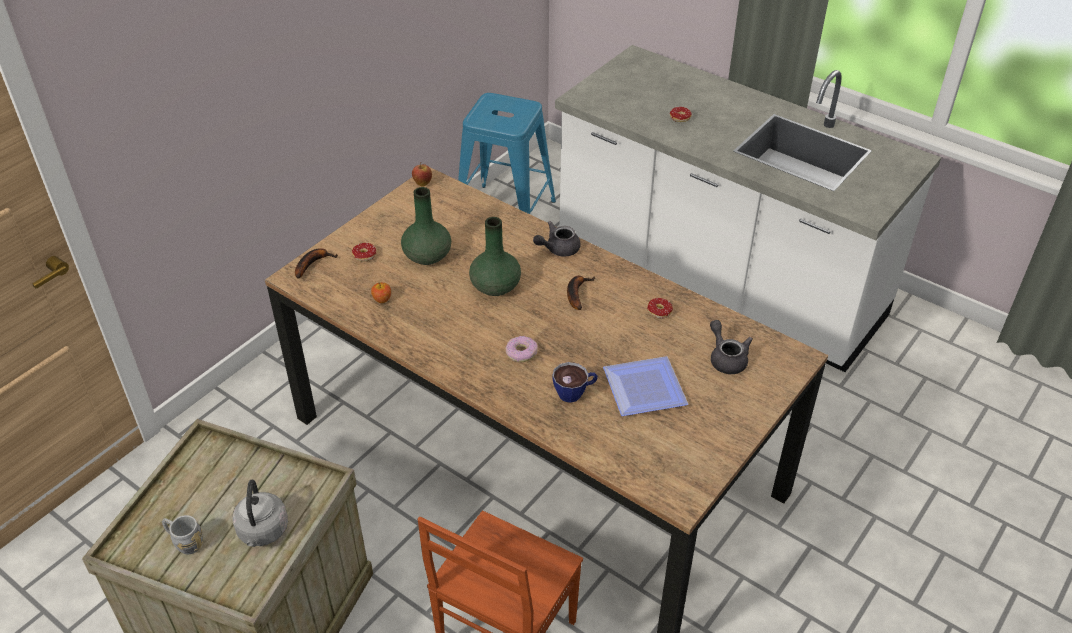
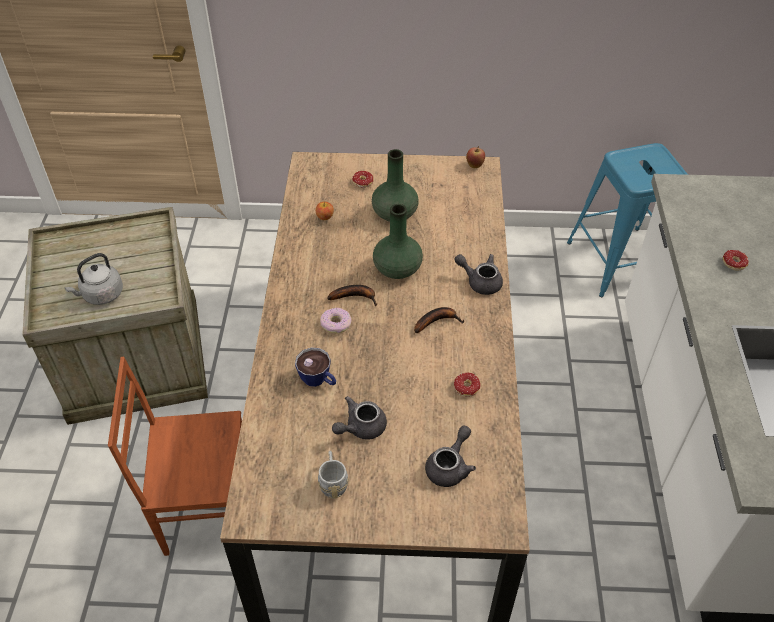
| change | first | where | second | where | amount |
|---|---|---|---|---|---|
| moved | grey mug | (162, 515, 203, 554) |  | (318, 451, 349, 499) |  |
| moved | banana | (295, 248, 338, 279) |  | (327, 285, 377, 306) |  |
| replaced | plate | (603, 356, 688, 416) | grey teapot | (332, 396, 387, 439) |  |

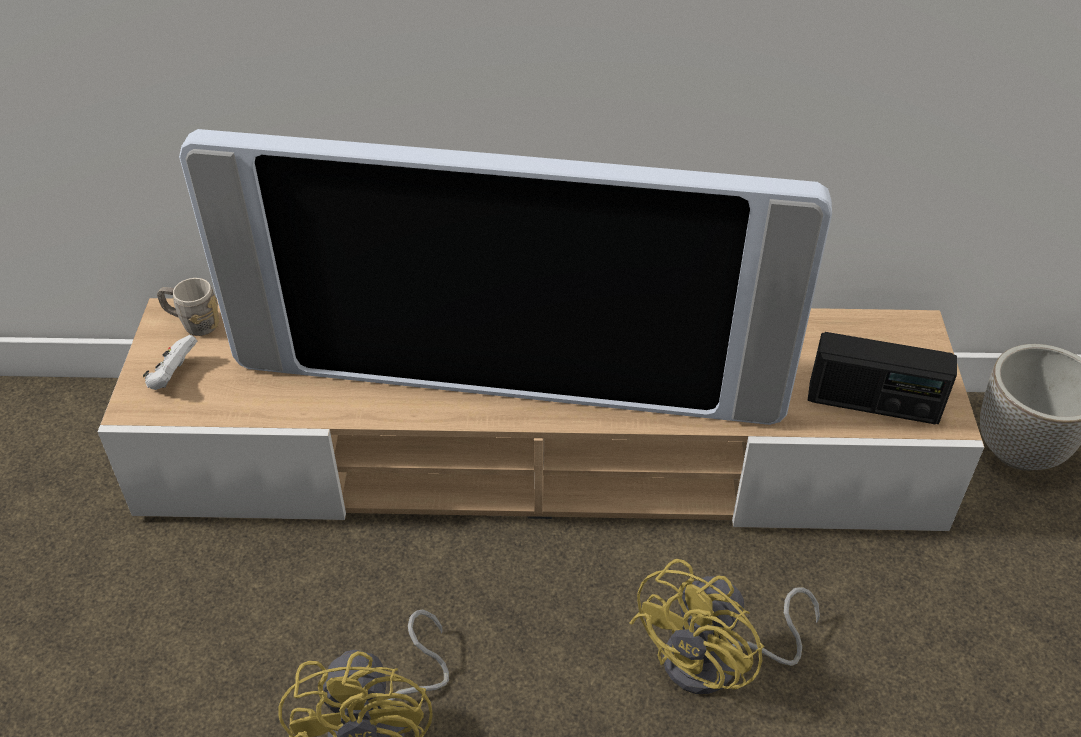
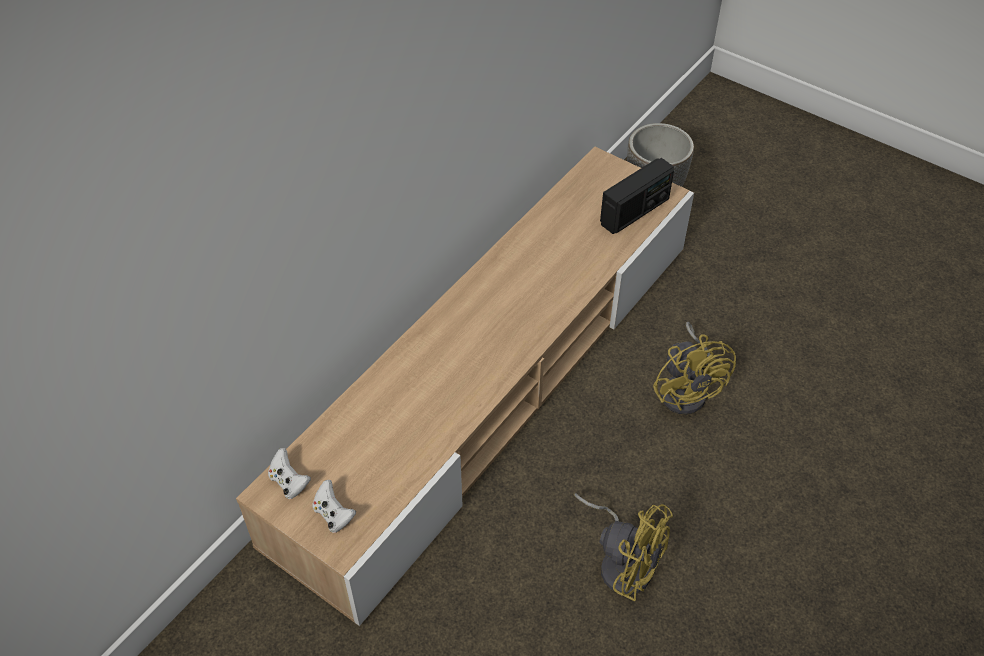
| change | first | where | second | where | amount |
|---|---|---|---|---|---|
| replaced | grey mug | (157, 278, 219, 336) | white game controller | (268, 448, 311, 499) |  |
| removed | television | (179, 129, 832, 425) |  |  |  |

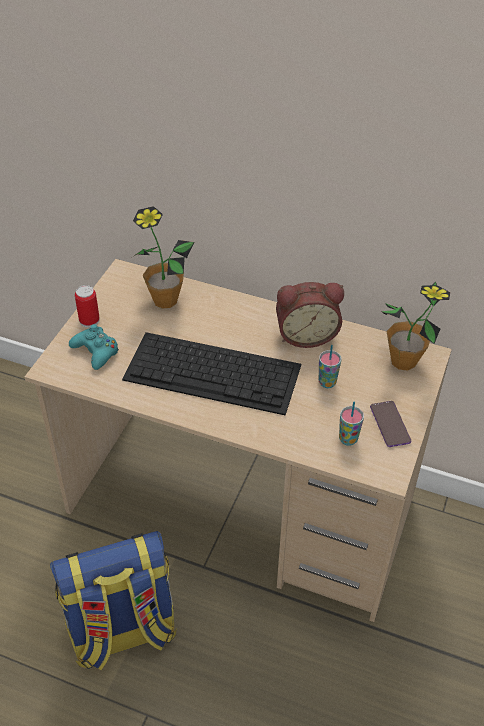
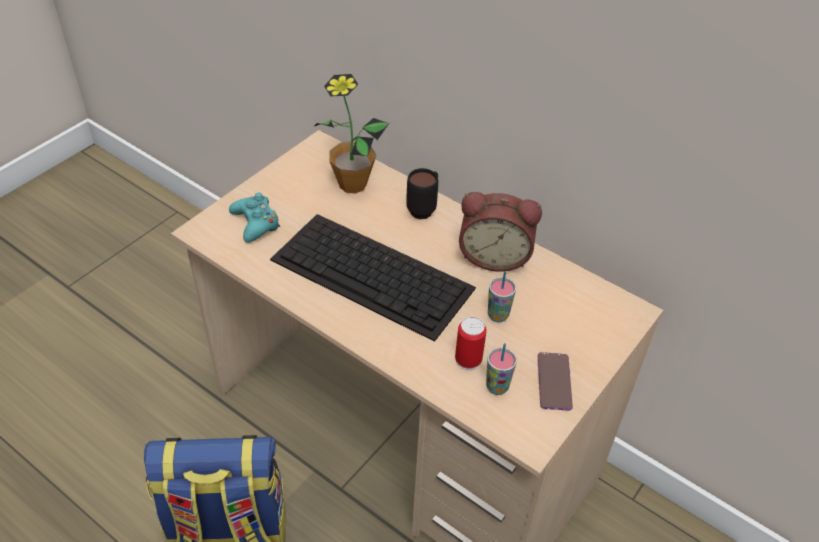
| change | first | where | second | where | amount |
|---|---|---|---|---|---|
| added |  |  | black mug | (406, 168, 438, 219) |  |
| moved | can | (75, 285, 100, 328) |  | (455, 317, 487, 370) |  |
| removed | potted plant | (381, 282, 450, 371) |  |  |  |

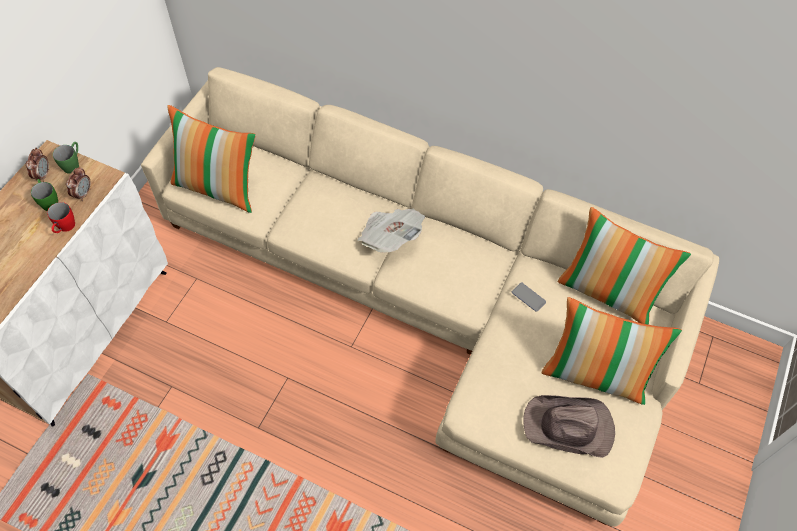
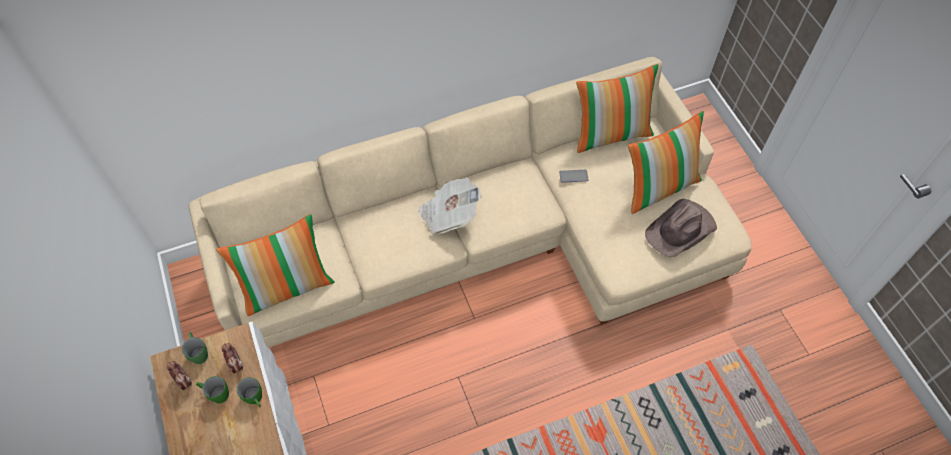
| change | first | where | second | where | amount |
|---|---|---|---|---|---|
| recoloured | red mug | (47, 202, 75, 233) | green mug | (237, 377, 262, 407) |  |

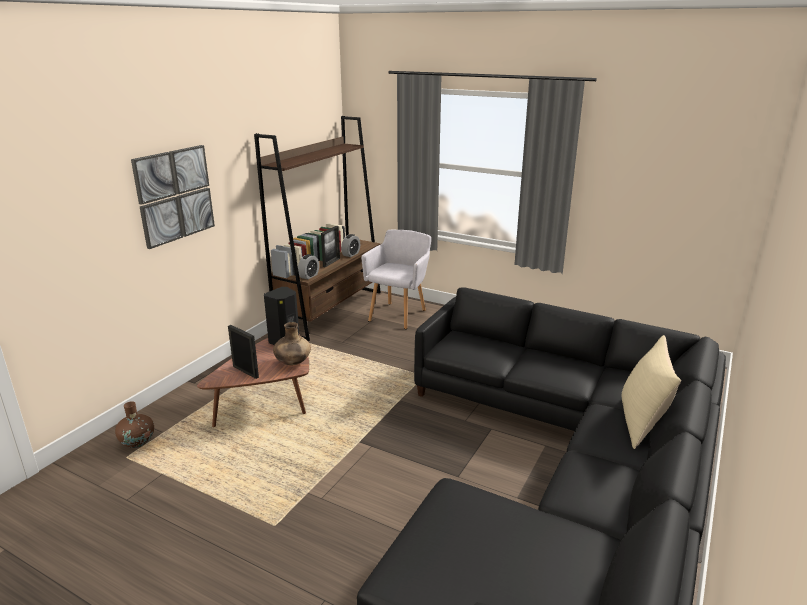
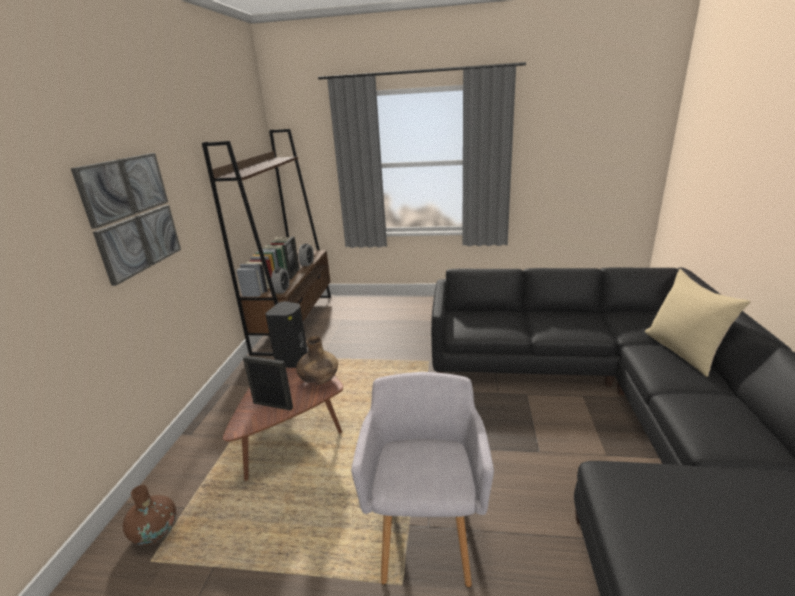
| change | first | where | second | where | amount |
|---|---|---|---|---|---|
| moved | grey armchair | (361, 230, 431, 329) |  | (351, 372, 494, 588) |  |

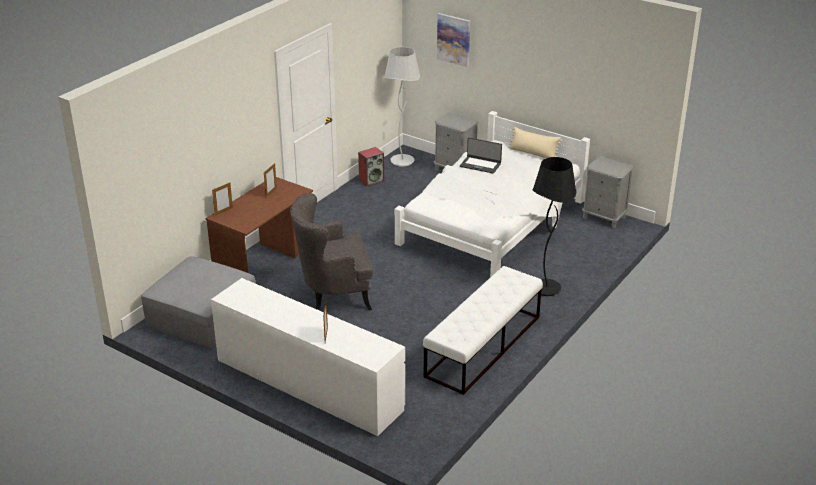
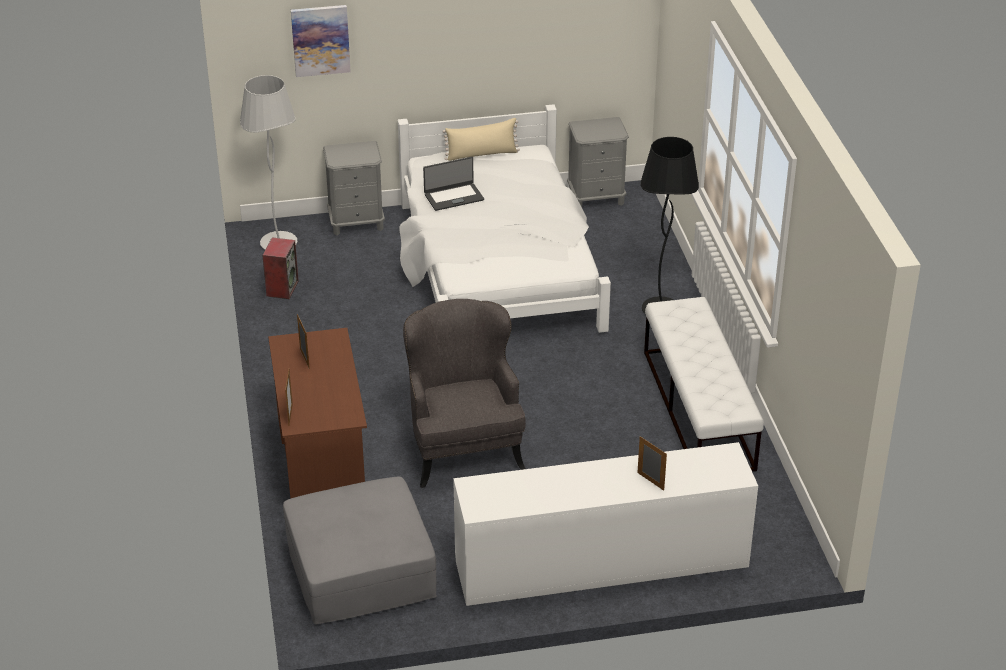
| change | first | where | second | where | amount |
|---|---|---|---|---|---|
| turned | grey armchair | (290, 193, 373, 310) |  | (403, 299, 526, 488) | 135 degrees clockwise |

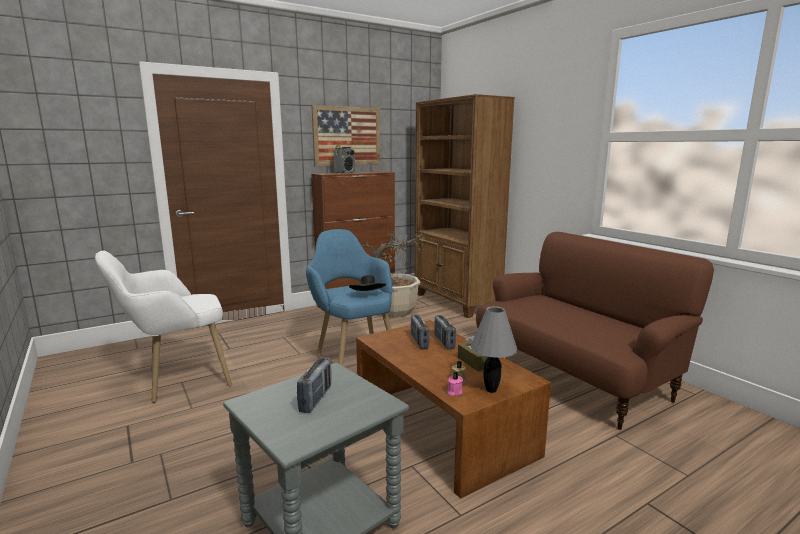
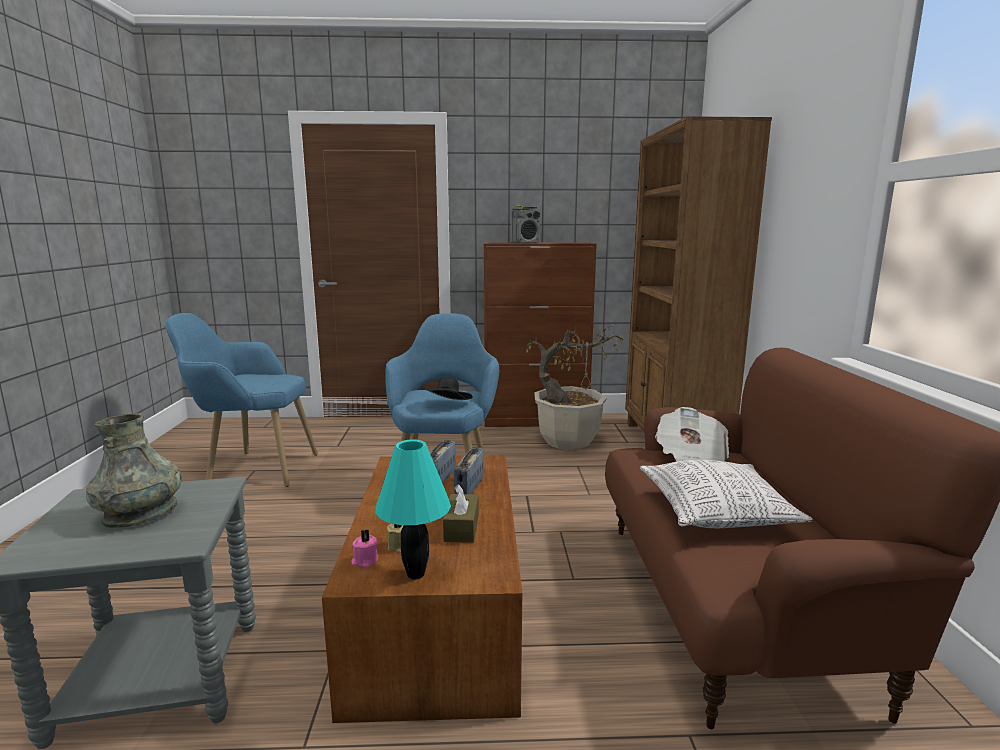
| change | first | where | second | where | amount |
|---|---|---|---|---|---|
| replaced | radio | (297, 357, 332, 413) | grey vase | (86, 413, 182, 528) |  |
| recoloured | white armchair | (95, 251, 232, 403) | blue armchair | (165, 313, 318, 487) |  |
| recoloured | grey table lamp | (470, 306, 517, 393) | turquoise table lamp | (375, 439, 451, 579) |  |
| added |  |  | pillow | (640, 460, 813, 528) |  |
| added |  |  | newspaper | (655, 407, 729, 462) |  |
| removed | picture | (311, 105, 380, 166) |  |  |  |

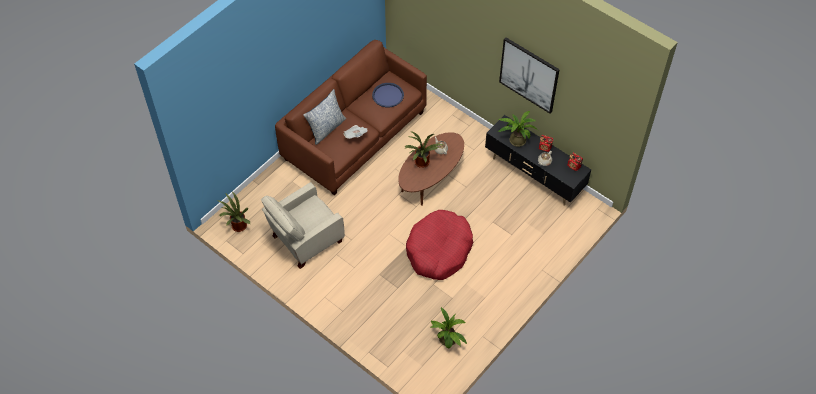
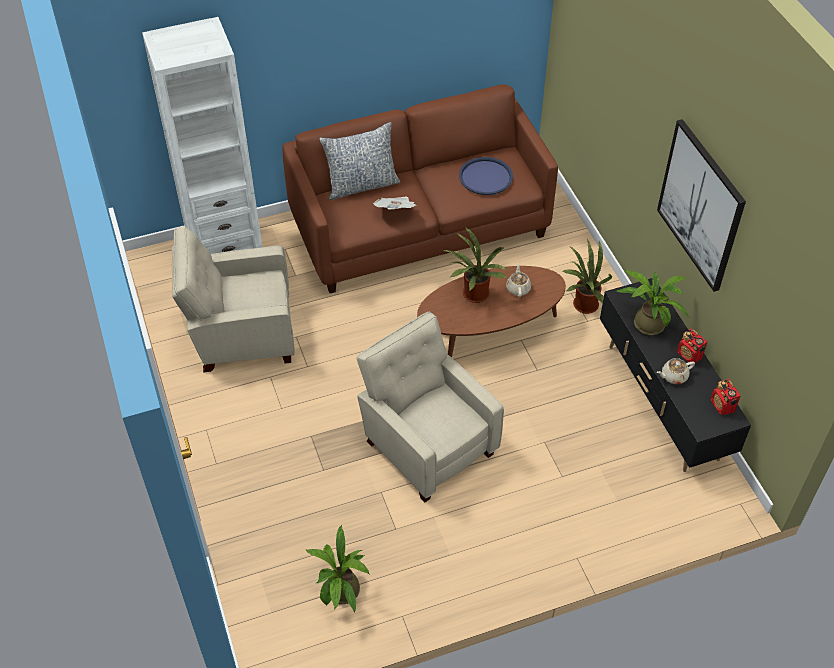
| change | first | where | second | where | amount |
|---|---|---|---|---|---|
| added |  |  | white bookcase | (142, 17, 262, 254) |  |
| replaced | red dog bed | (406, 210, 473, 280) | beige armchair | (357, 312, 504, 503) |  |
| moved | potted plant | (216, 191, 251, 232) |  | (562, 239, 612, 314) |  |

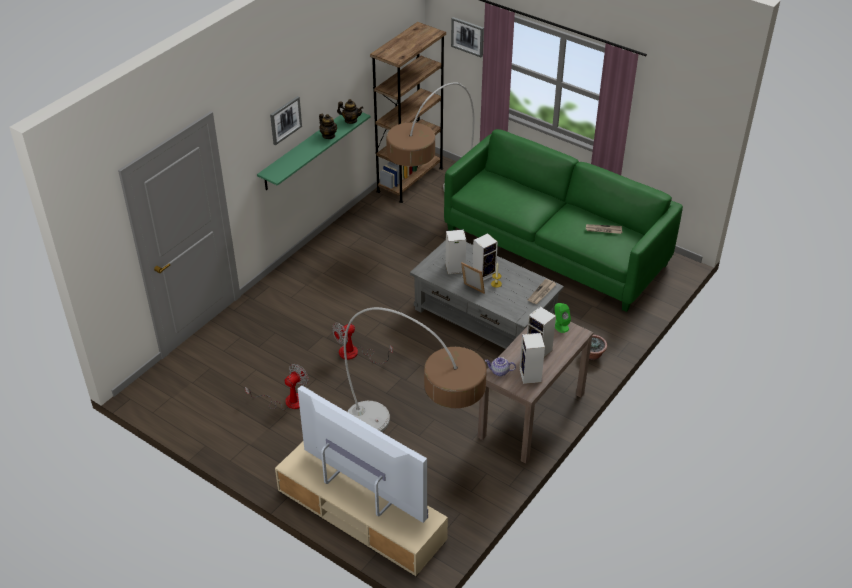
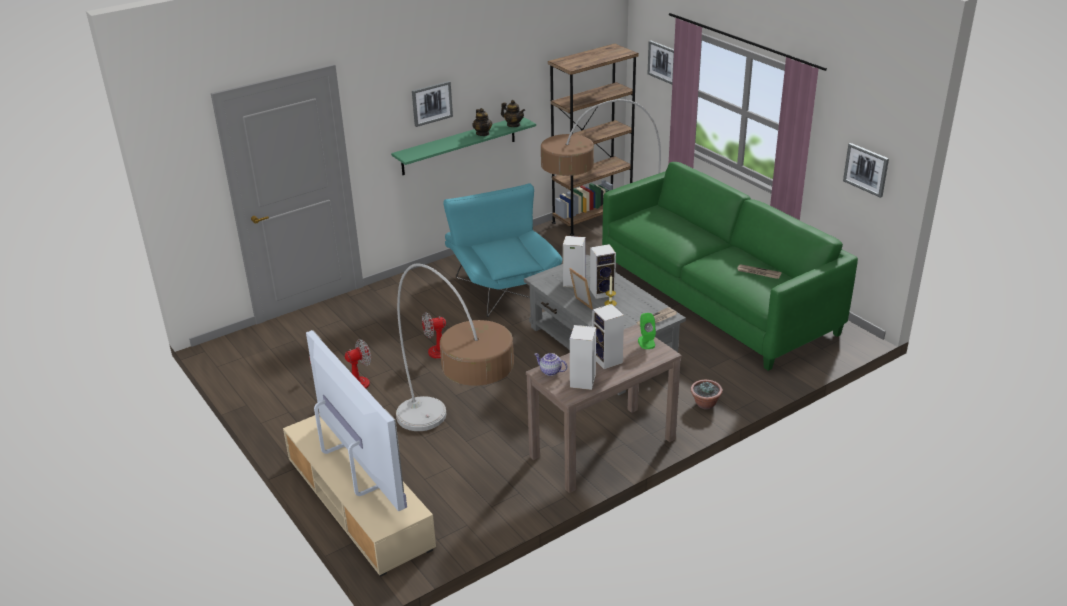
| change | first | where | second | where | amount |
|---|---|---|---|---|---|
| added |  |  | turquoise armchair | (443, 183, 562, 317) |  |
| added |  |  | picture | (843, 143, 889, 198) |  |

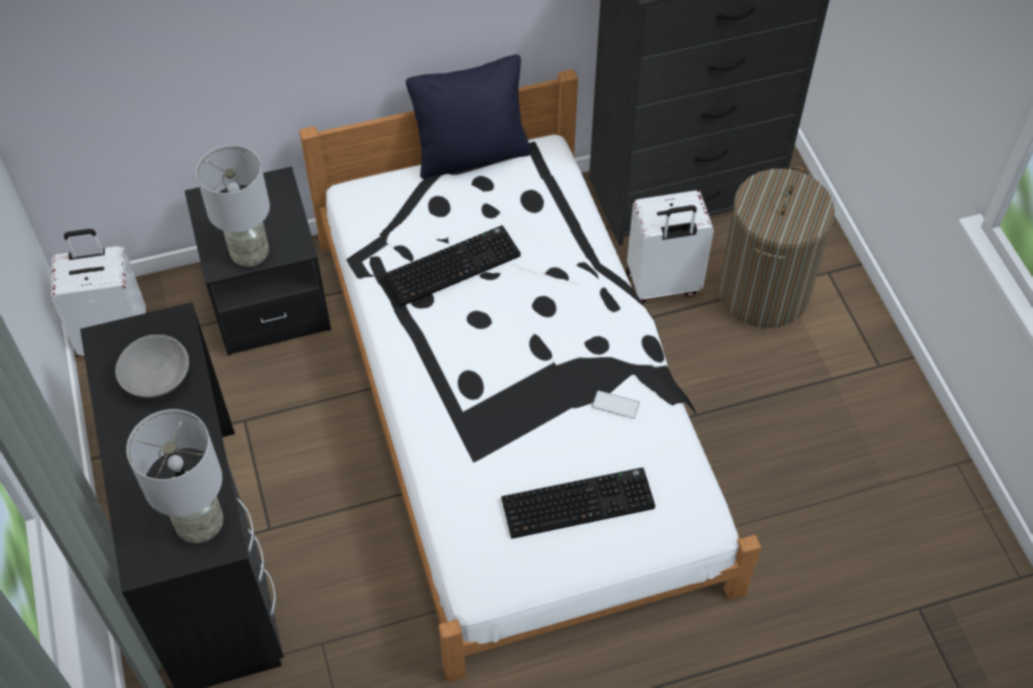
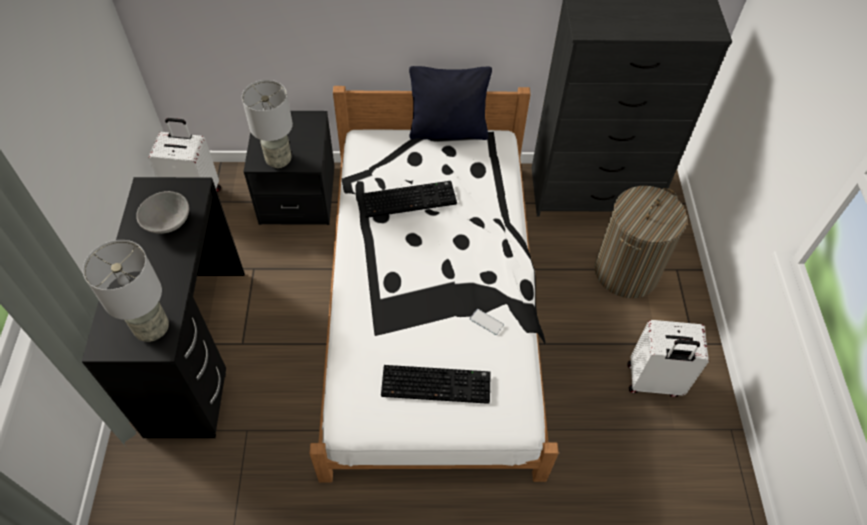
| change | first | where | second | where | amount |
|---|---|---|---|---|---|
| moved | white suitcase | (626, 190, 714, 303) |  | (627, 320, 709, 397) |  |

